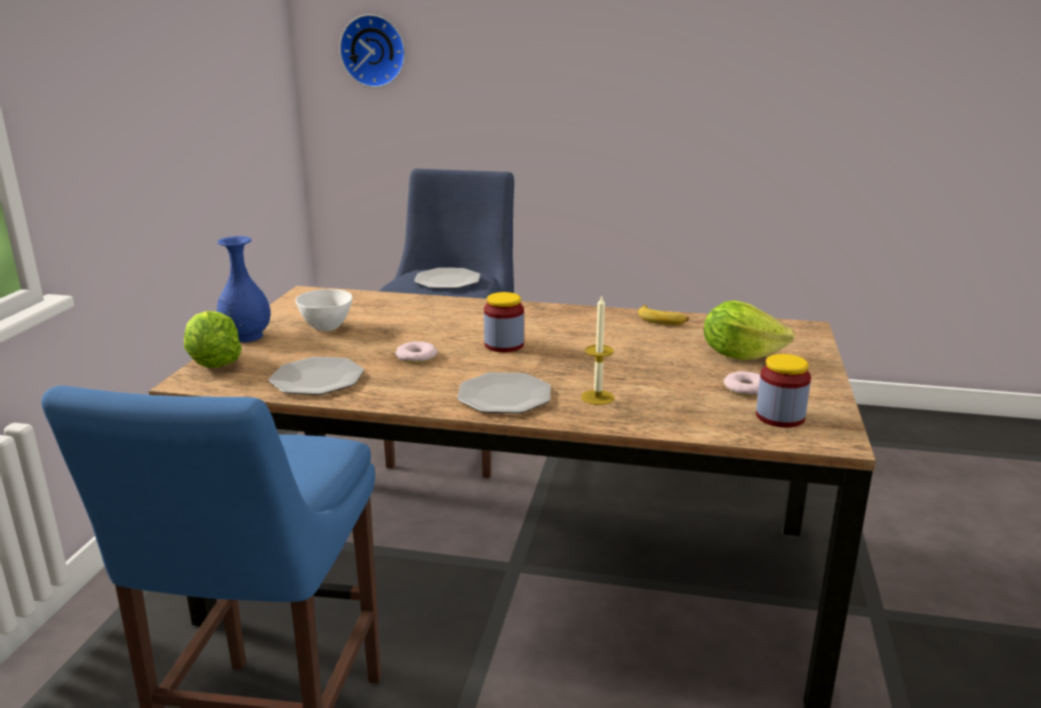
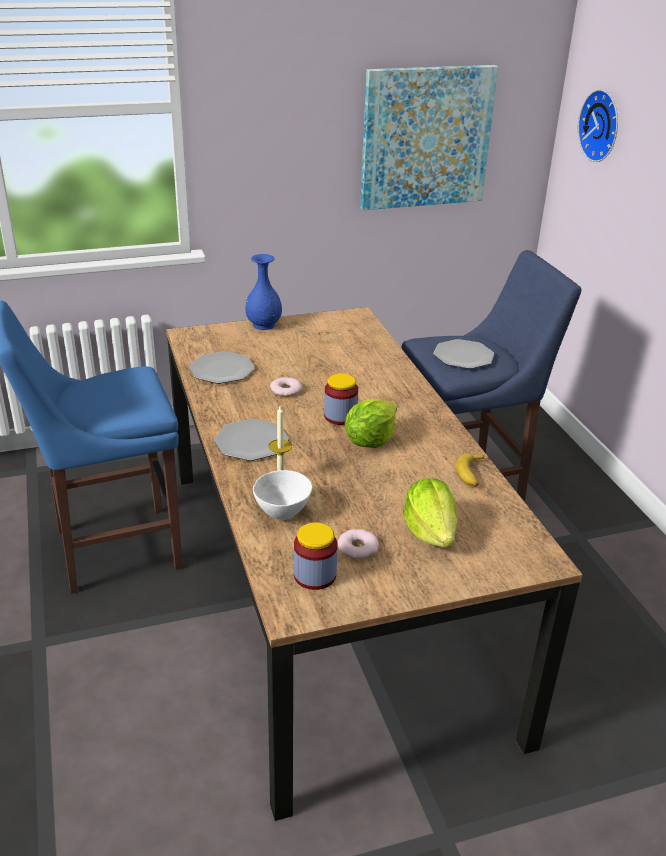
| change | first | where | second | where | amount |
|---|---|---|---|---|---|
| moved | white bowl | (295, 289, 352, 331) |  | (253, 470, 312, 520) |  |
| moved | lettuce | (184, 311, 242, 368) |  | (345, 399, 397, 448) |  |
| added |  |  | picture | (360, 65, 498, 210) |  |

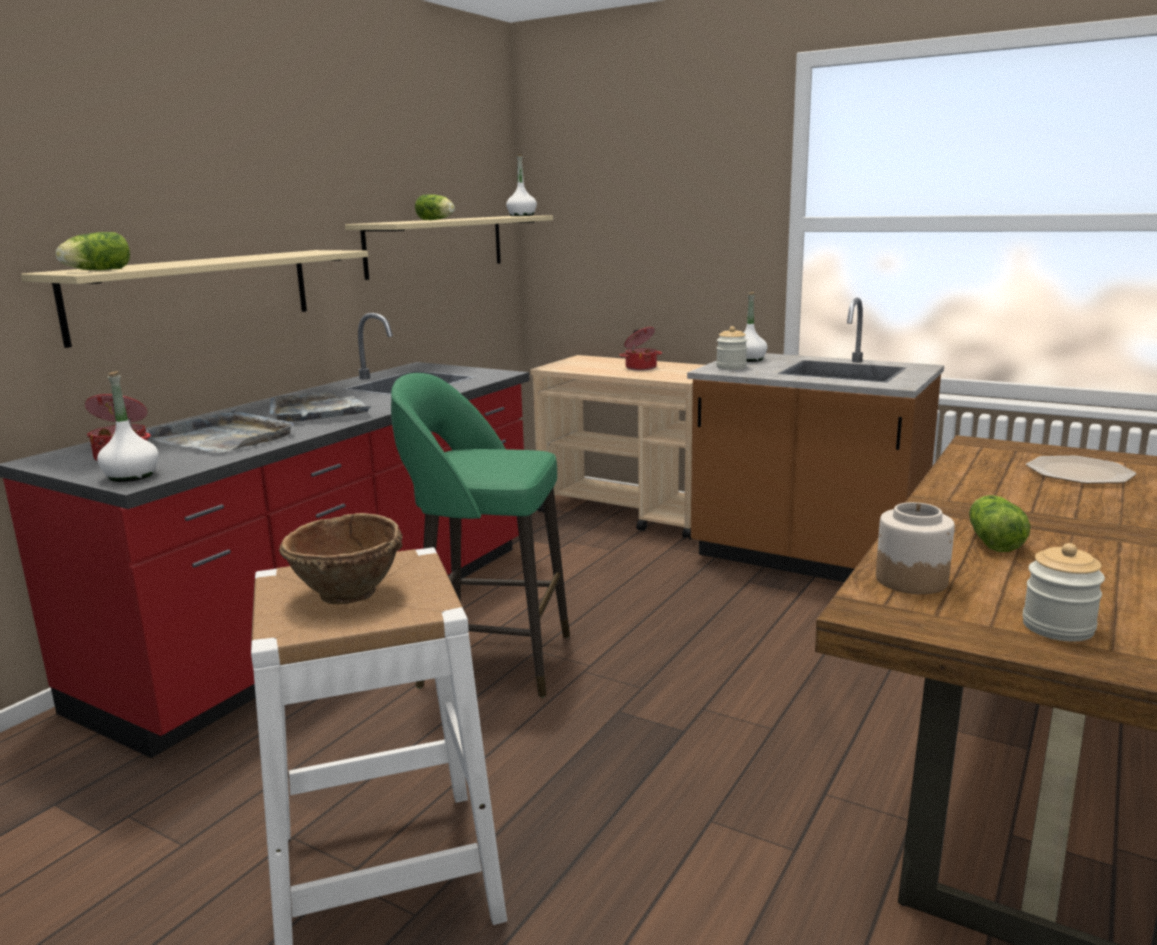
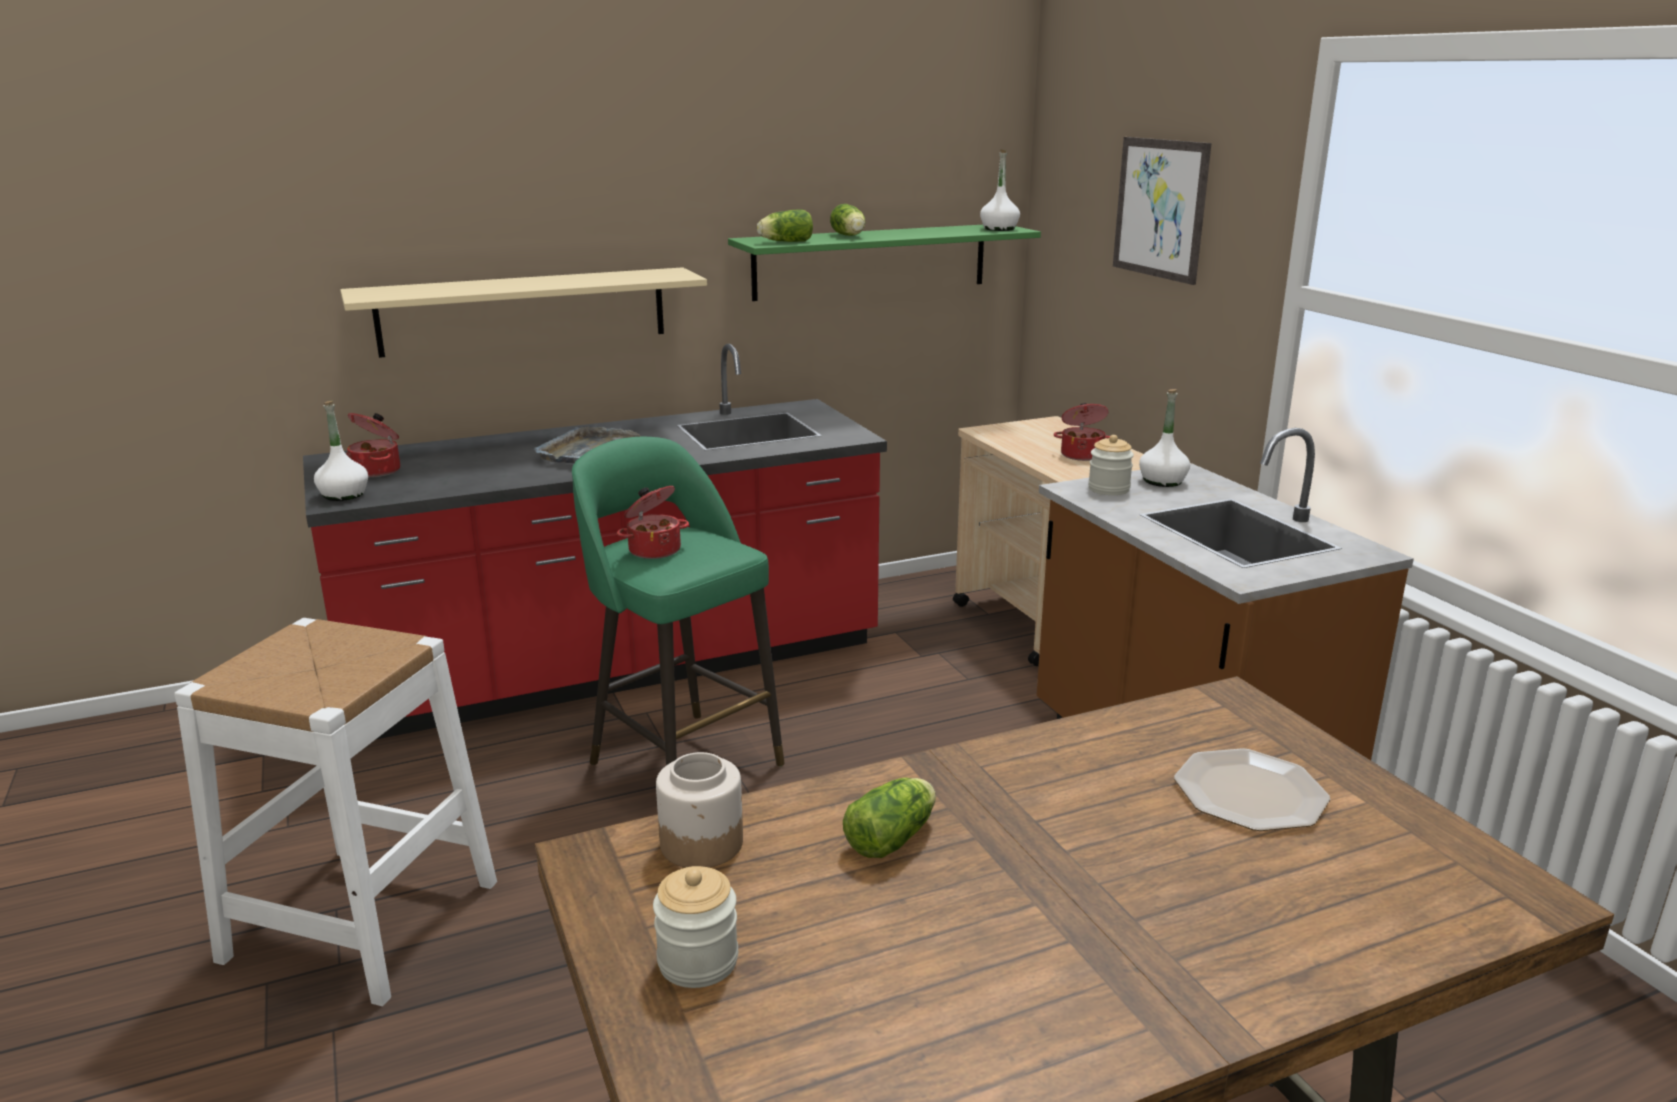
| change | first | where | second | where | amount |
|---|---|---|---|---|---|
| added |  |  | cooking pot | (617, 486, 689, 559) |  |
| recoloured | beige shelf | (345, 215, 553, 280) | green shelf | (728, 225, 1041, 301) |  |
| moved | lettuce | (55, 232, 130, 270) |  | (757, 210, 813, 242) |  |
| added |  |  | picture | (1113, 137, 1212, 285) |  |
| removed | grey tray | (146, 409, 294, 453) |  |  |  |
| removed | brown bowl | (279, 513, 403, 604) |  |  |  |

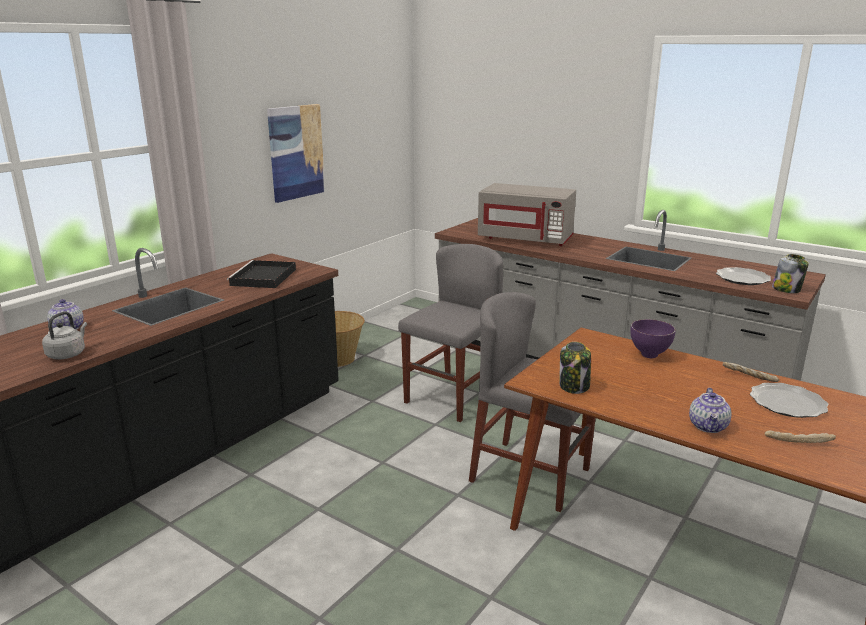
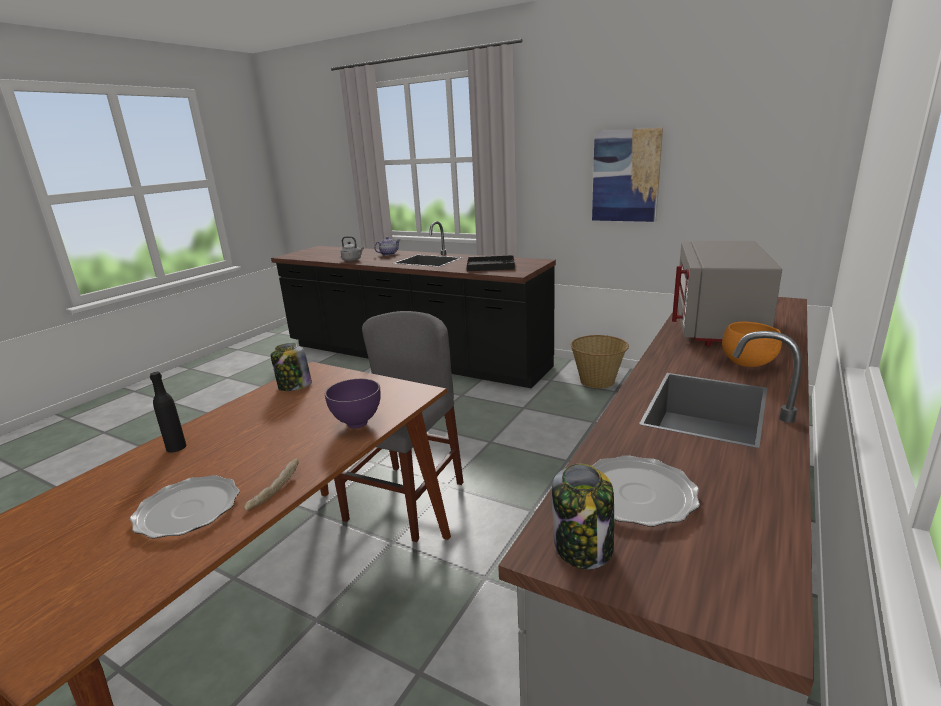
| change | first | where | second | where | amount |
|---|---|---|---|---|---|
| replaced | teapot | (689, 388, 731, 433) | black bottle | (150, 372, 186, 453) |  |
| added |  |  | orange bowl | (722, 321, 782, 367) |  |
| removed | grey chair | (398, 244, 503, 422) |  |  |  |
| removed | bread | (765, 430, 836, 443) |  |  |  |

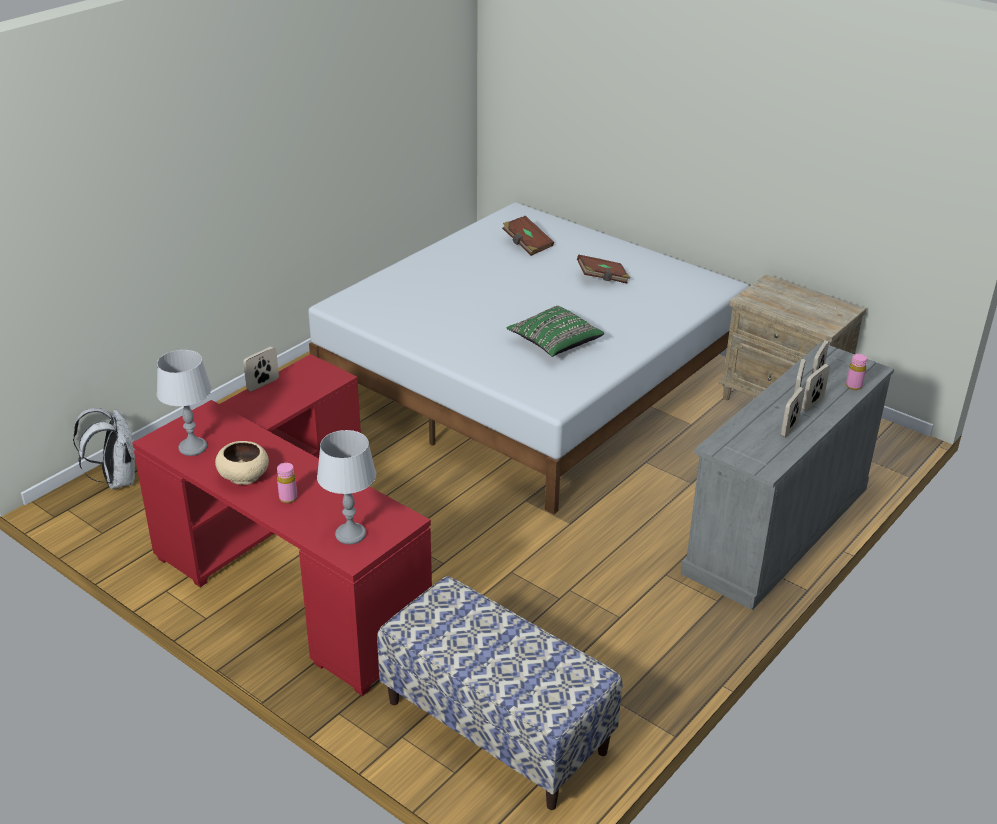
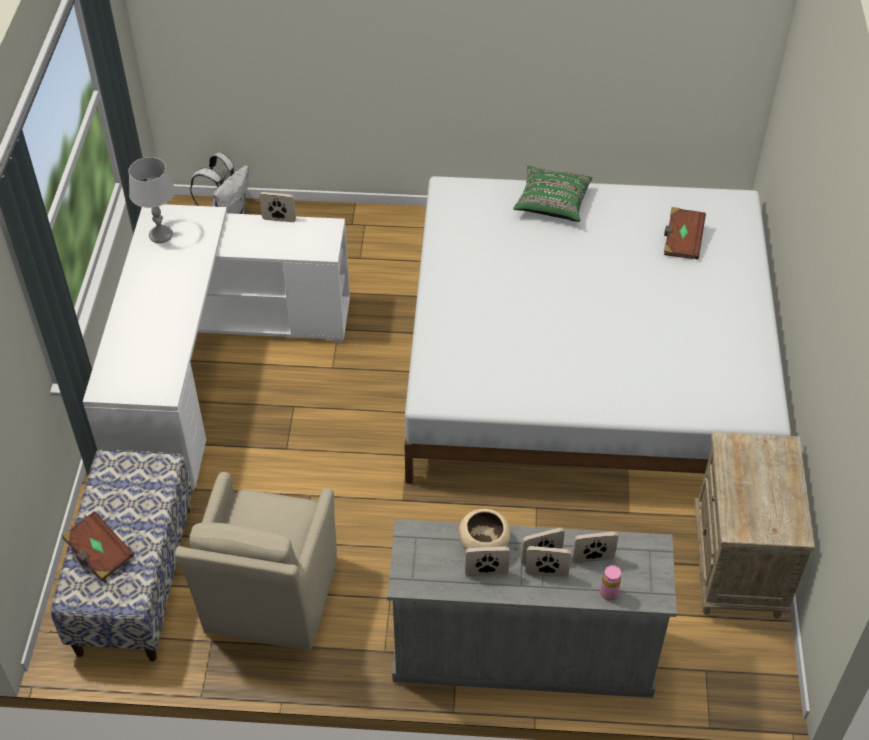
| change | first | where | second | where | amount |
|---|---|---|---|---|---|
| moved | brown book | (577, 255, 630, 284) |  | (62, 511, 134, 581) |  |
| recoloured | red desk | (132, 354, 432, 696) | white desk | (83, 204, 350, 491) |  |
| added |  |  | beige armchair | (175, 472, 337, 650) |  |
| moved | beige bowl | (215, 441, 269, 485) |  | (458, 509, 511, 550) |  |
| moved | green pillow | (506, 306, 604, 357) |  | (513, 166, 592, 222) |  |
| removed | pink bottle | (277, 463, 297, 503) |  |  |  |
| removed | grey table lamp | (317, 430, 376, 544) |  |  |  |

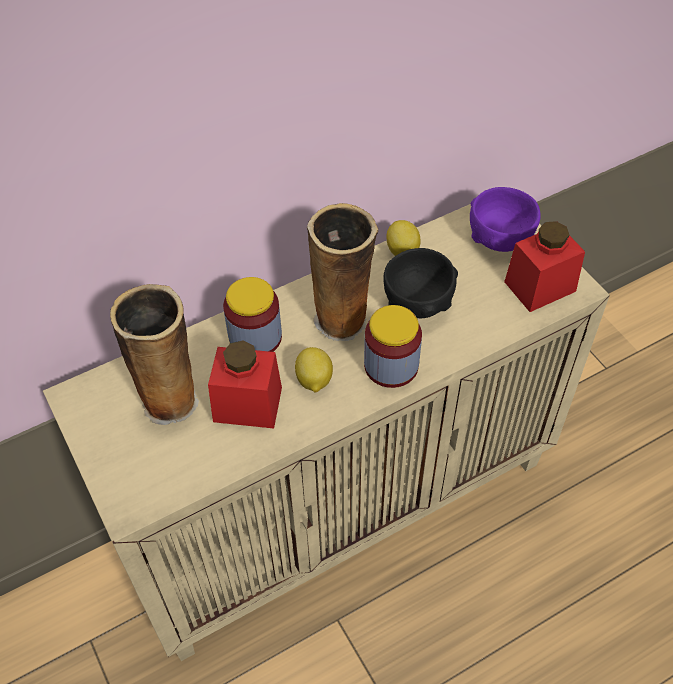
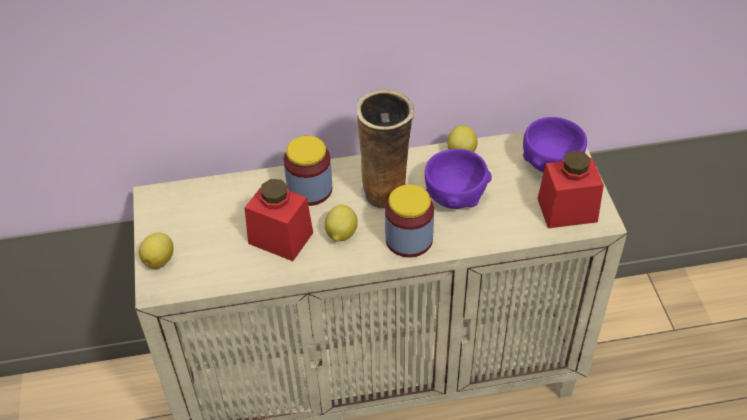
| change | first | where | second | where | amount |
|---|---|---|---|---|---|
| added |  |  | lemon | (139, 233, 174, 269) |  |
| recoloured | black bowl | (383, 248, 458, 318) | purple bowl | (425, 149, 492, 209) |  |
| removed | vase | (110, 284, 199, 425) |  |  |  |

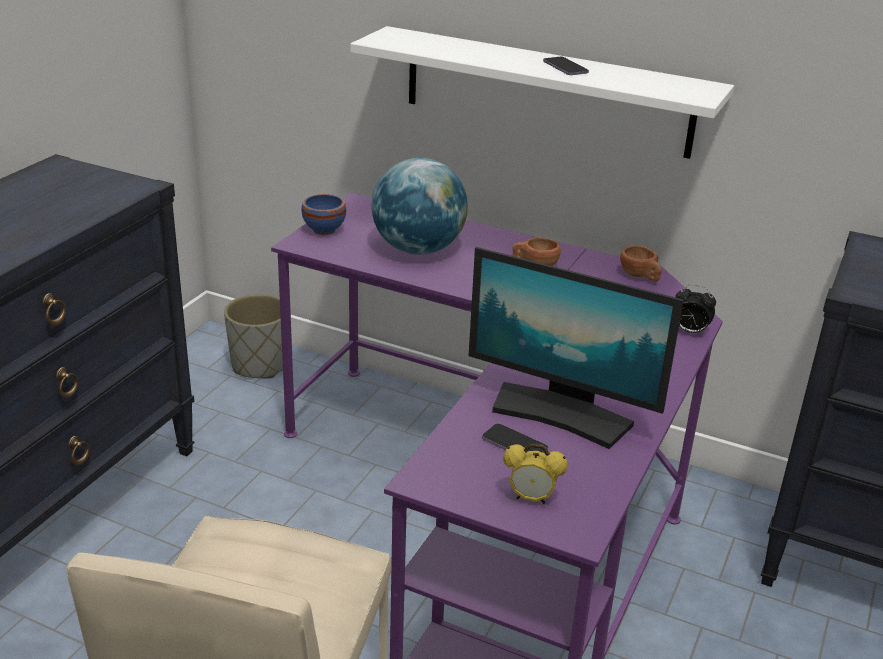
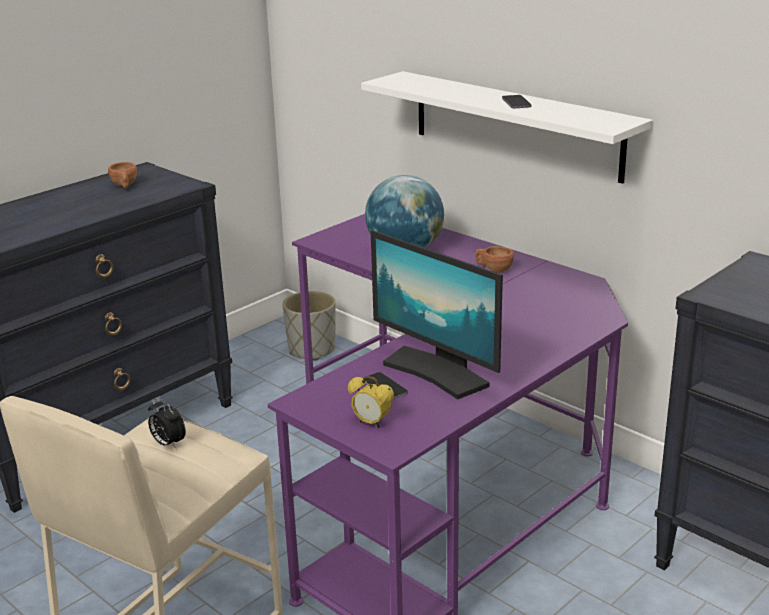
| change | first | where | second | where | amount |
|---|---|---|---|---|---|
| moved | brown cup | (620, 245, 662, 282) |  | (108, 162, 137, 189) |  |
| moved | alarm clock | (675, 285, 716, 335) |  | (148, 398, 186, 449) |  |
| removed | blue bowl | (301, 194, 346, 235) |  |  |  |

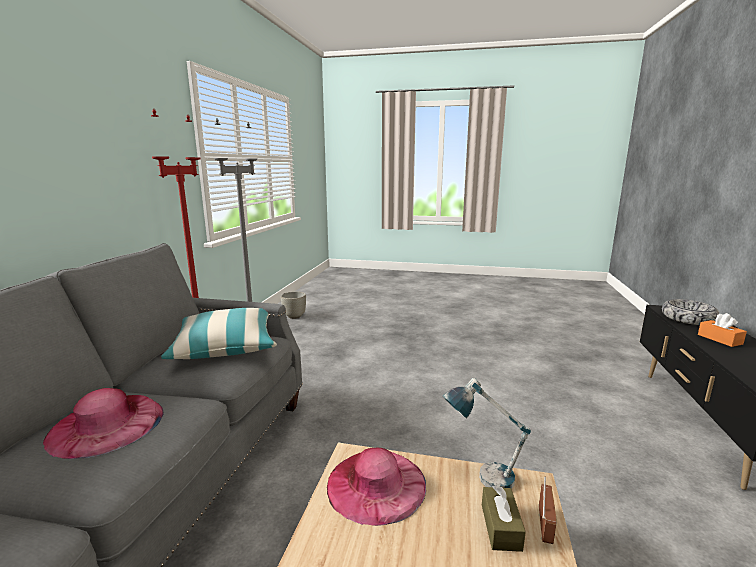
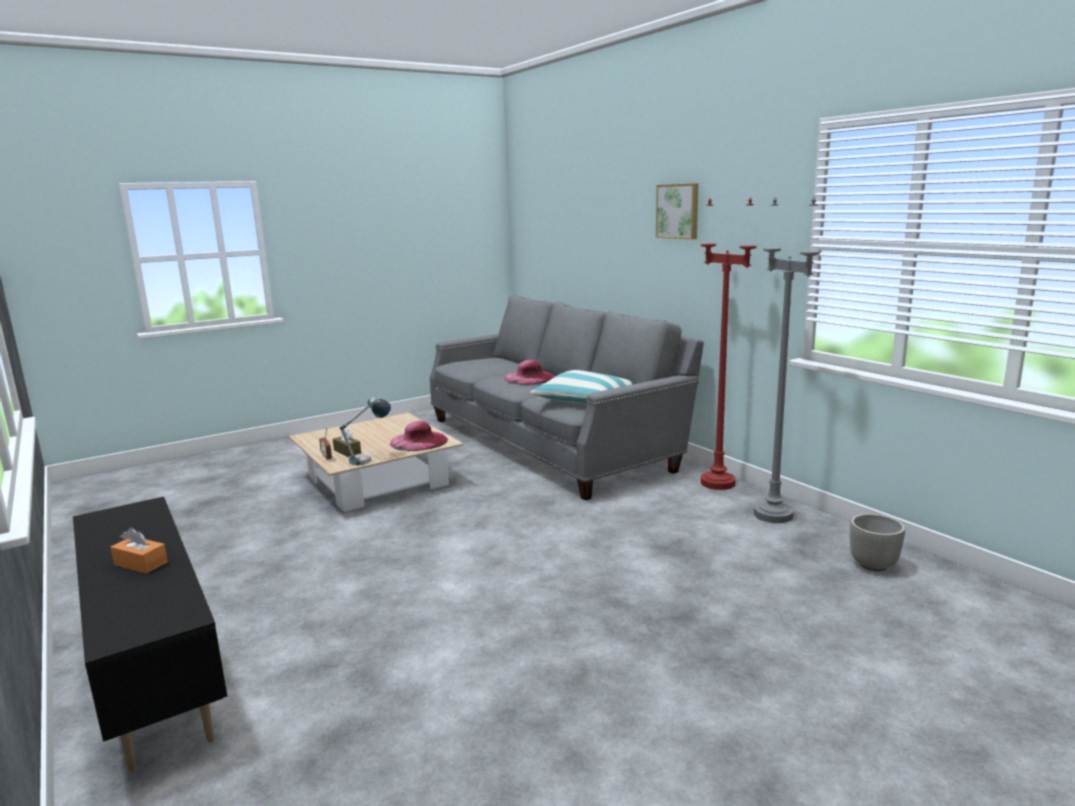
| change | first | where | second | where | amount |
|---|---|---|---|---|---|
| added |  |  | picture | (656, 183, 698, 239) |  |
| removed | bowl | (662, 299, 719, 325) |  |  |  |

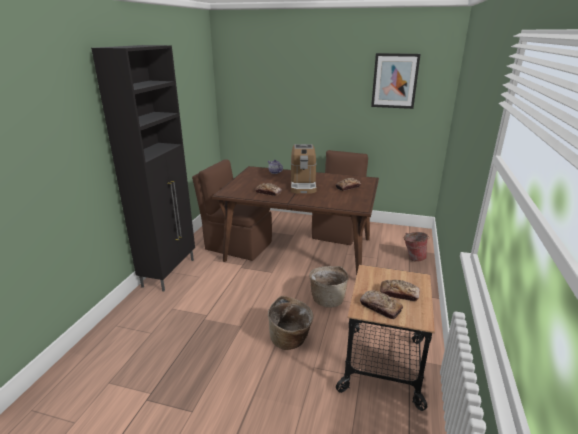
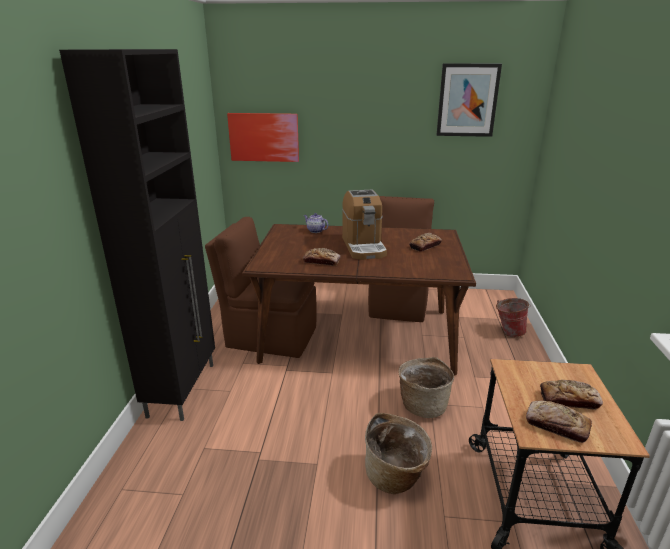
| change | first | where | second | where | amount |
|---|---|---|---|---|---|
| added |  |  | picture | (227, 113, 299, 162) |  |

